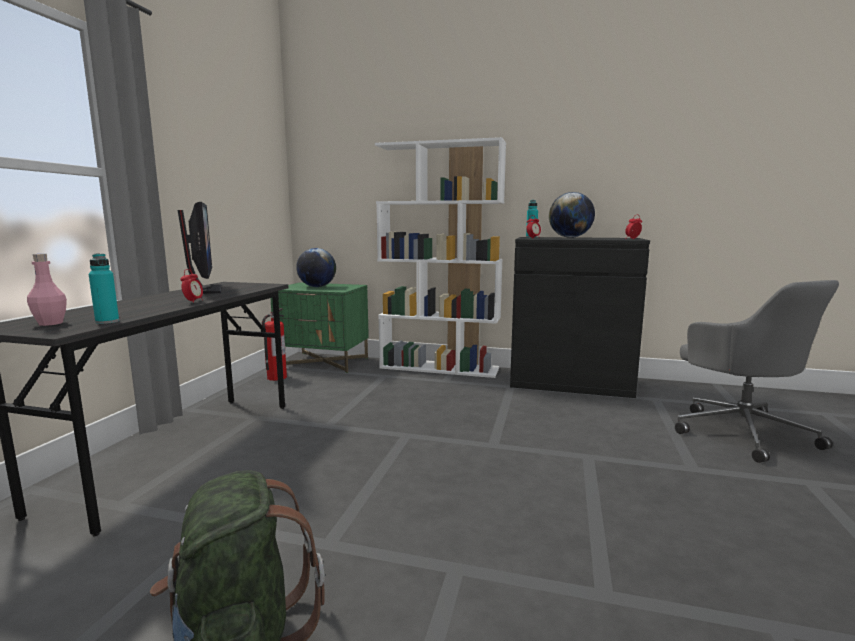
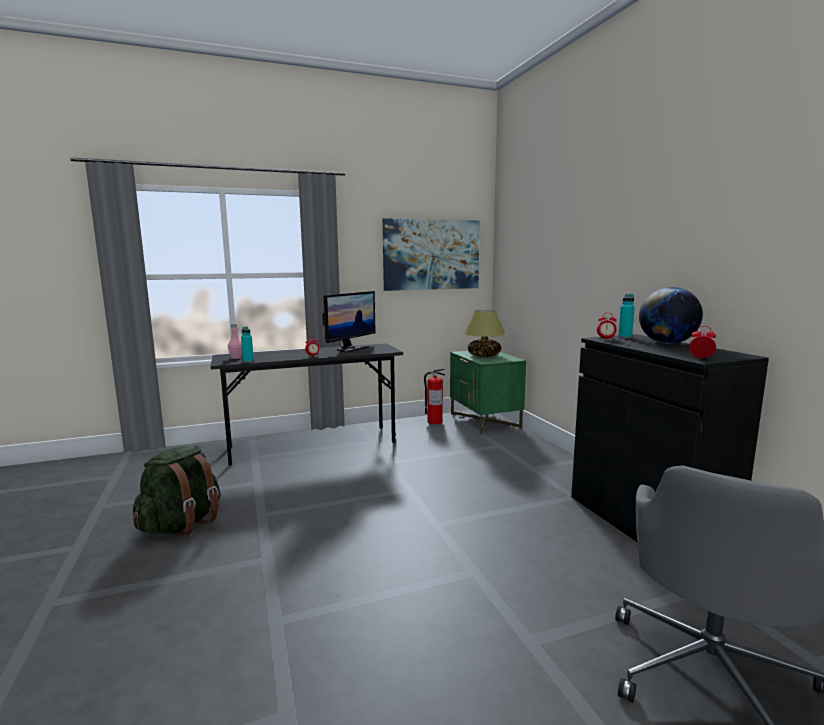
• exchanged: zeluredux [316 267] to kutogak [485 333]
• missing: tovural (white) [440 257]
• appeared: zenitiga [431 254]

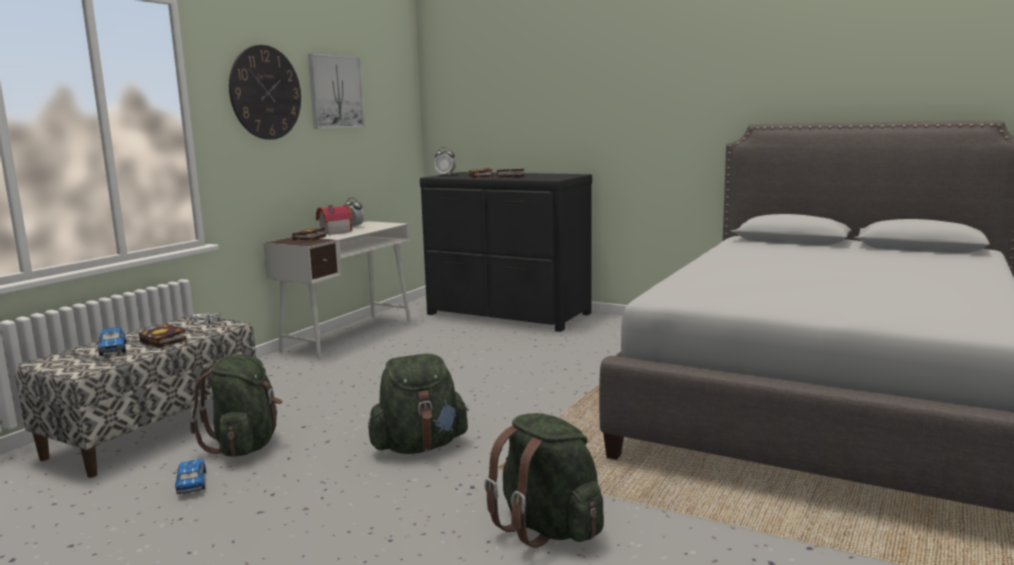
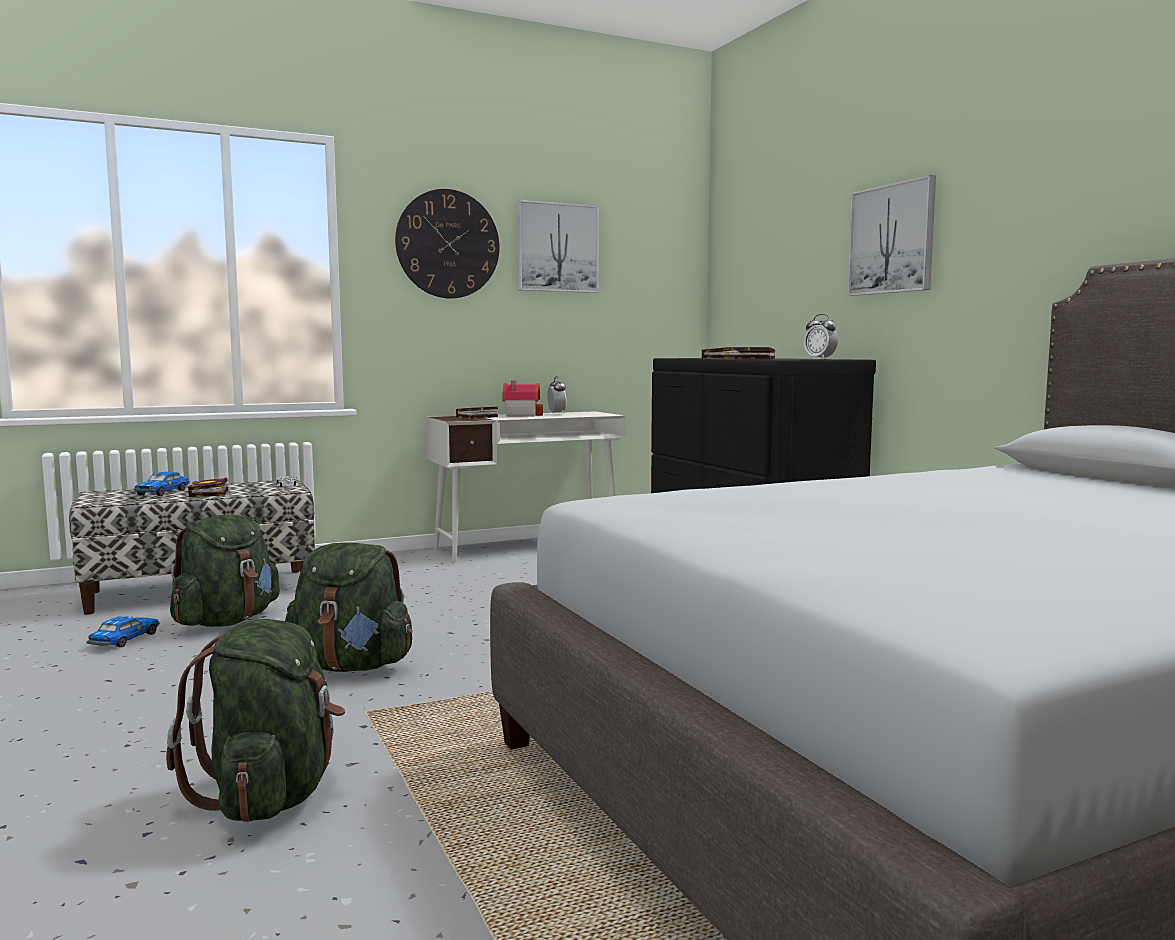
• relocated: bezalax [445 161] to [821 336]
• appeared: zenitiga [891 235]

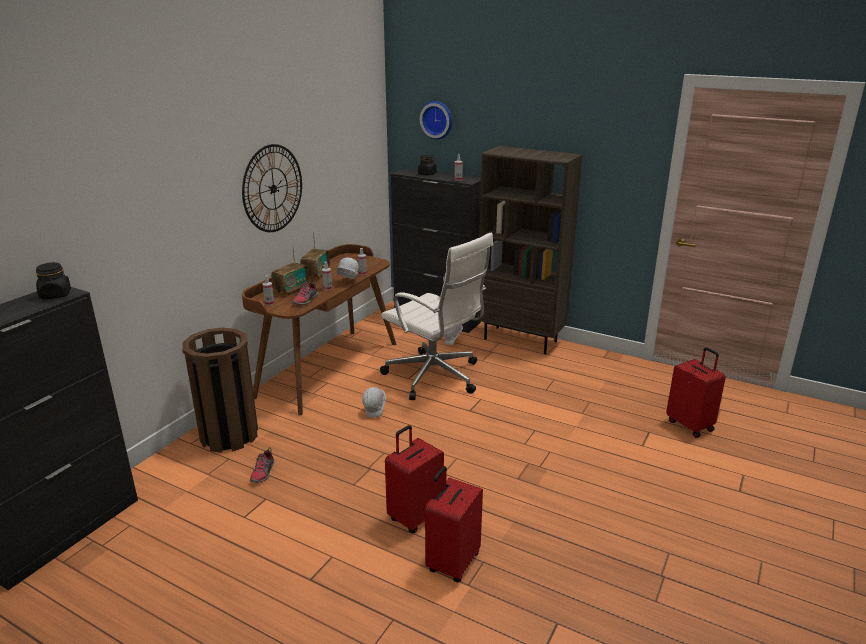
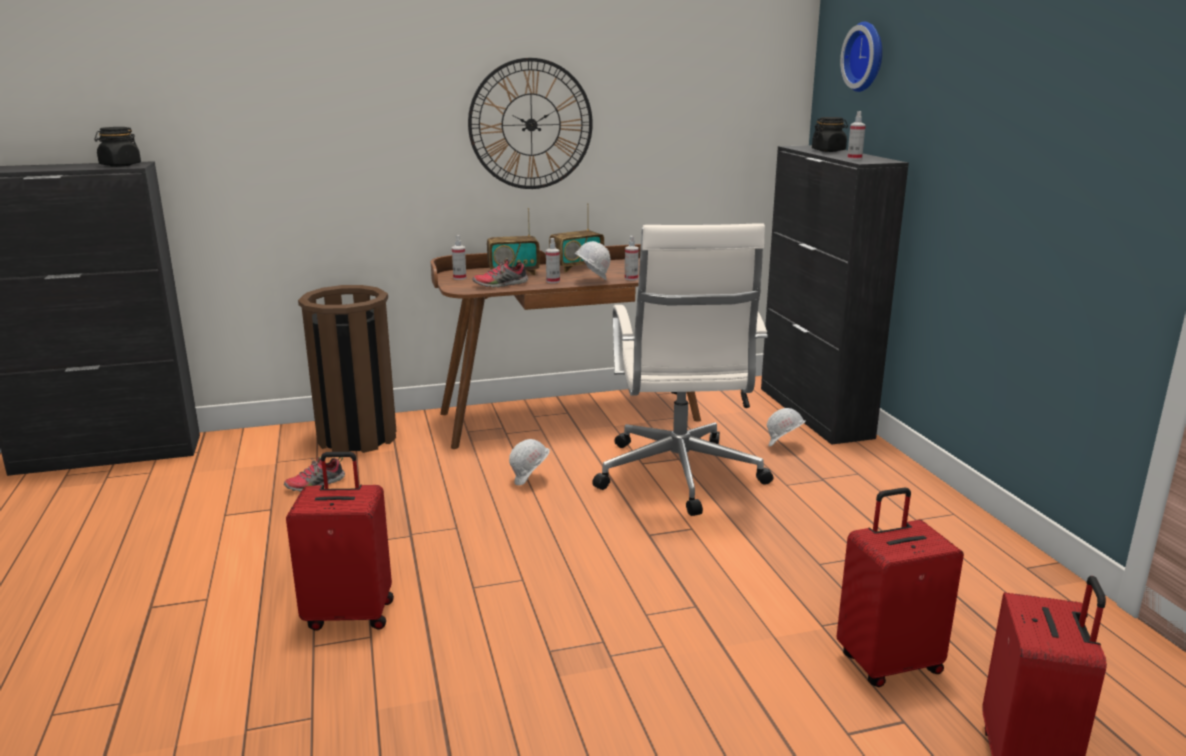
• relocated: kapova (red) [454 524] to [900 587]
• missing: tovural (brown) [530 250]

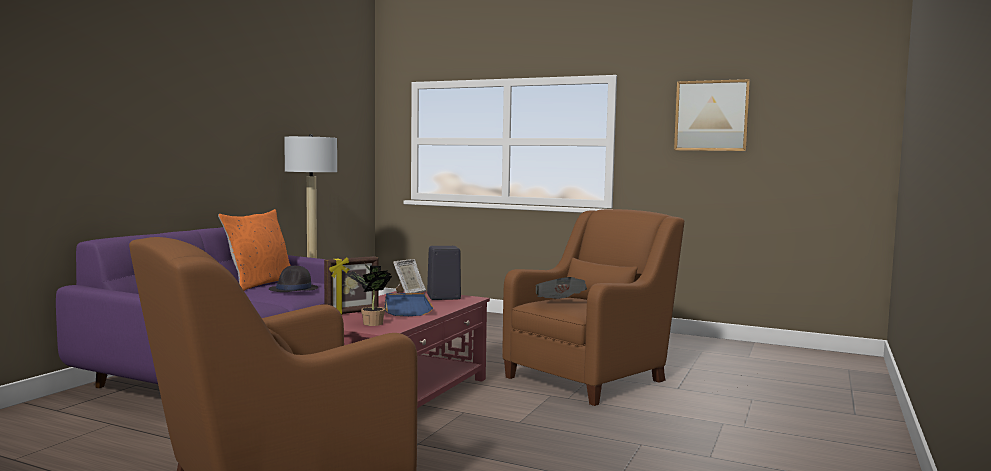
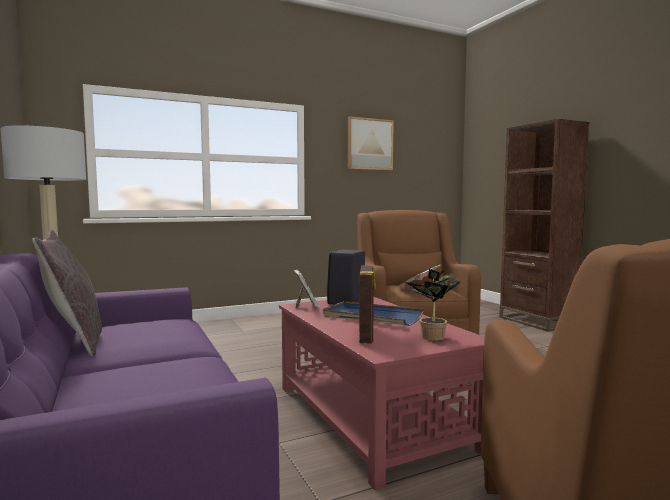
• colour: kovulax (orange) [254 250] to kovulax (grey) [67 293]
• missing: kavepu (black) [293 279]
• appeared: tovural (brown) [544 225]

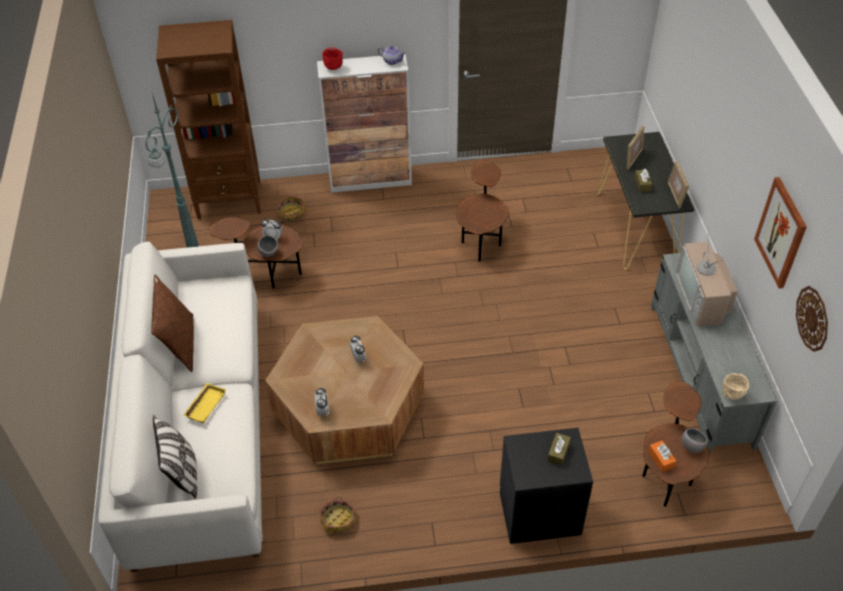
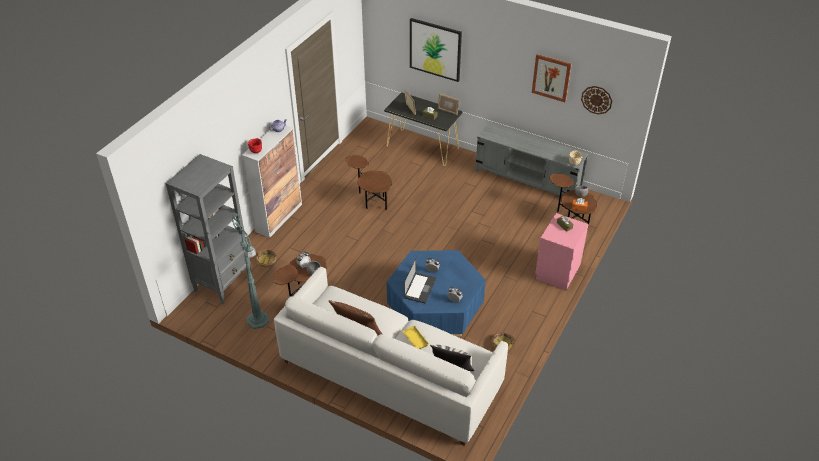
• colour: tovural (brown) [208 119] to tovural (grey) [208 229]
• colour: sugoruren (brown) [344 390] to sugoruren (blue) [436 293]
• colour: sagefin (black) [546 486] to sagefin (pink) [562 251]
• missing: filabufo [707 280]
• appeared: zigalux [420 280]
• appeared: zenitiga [436 50]

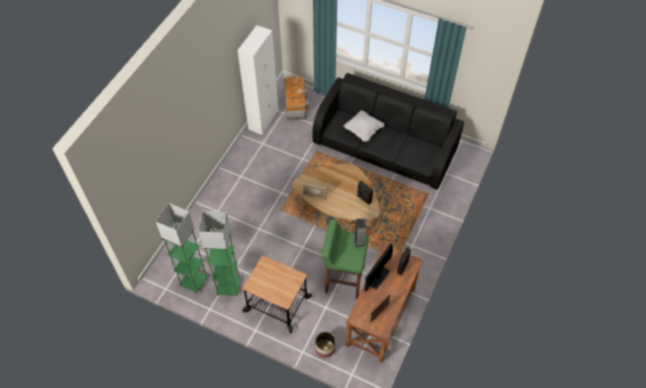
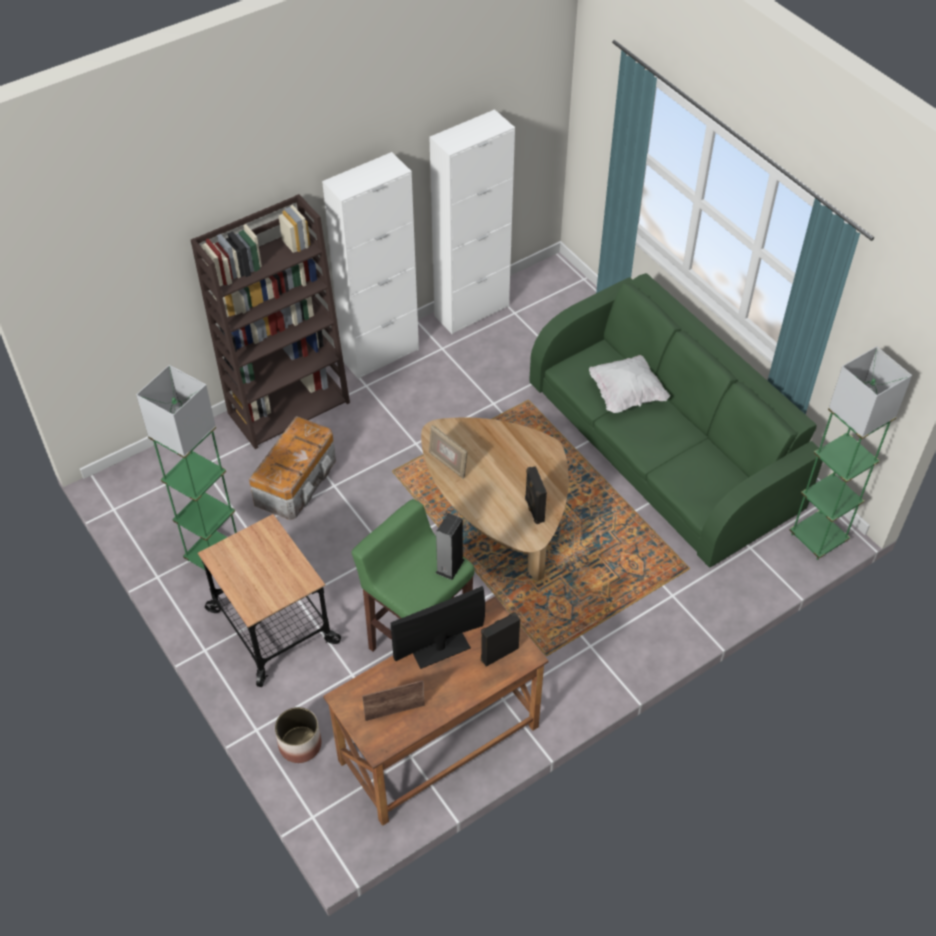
• relocated: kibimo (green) [181 248] to [850 453]
• relocated: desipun [296 98] to [292 468]
• colour: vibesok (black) [388 131] to vibesok (green) [676 420]
• appeared: tovural (brown) [270 321]
• appeared: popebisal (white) [370 265]

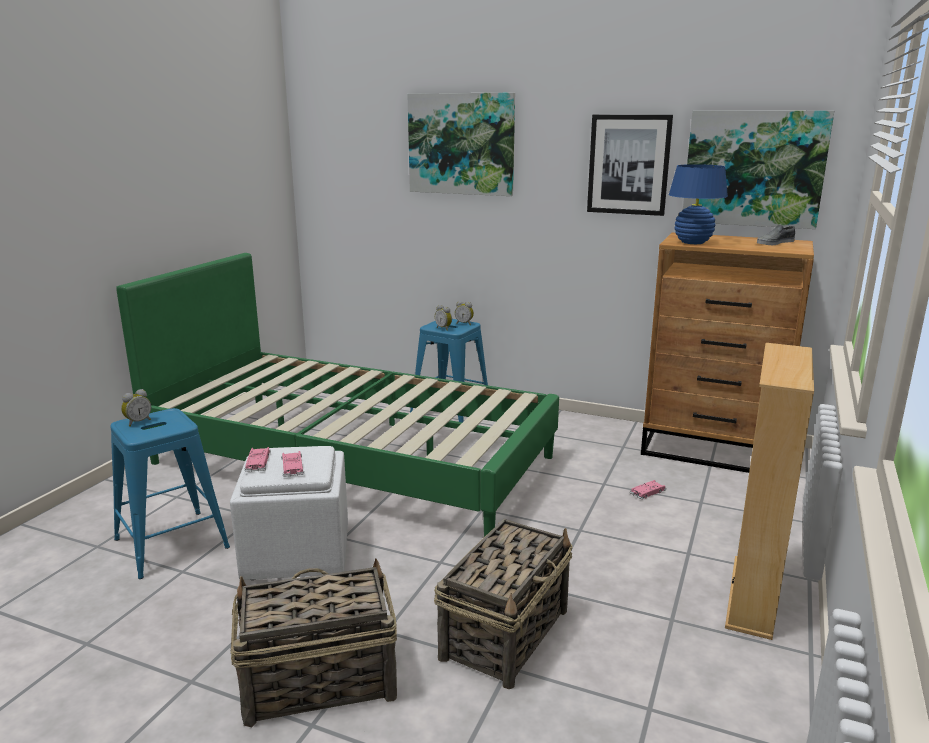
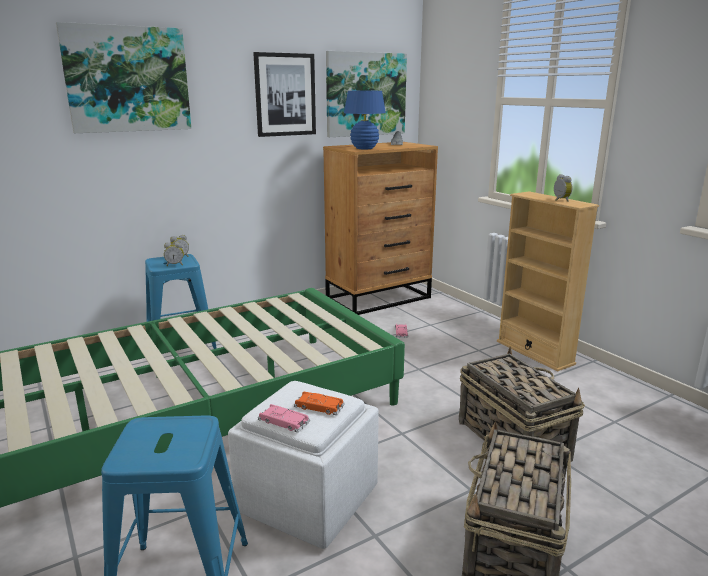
• relocated: bezalax [136 408] to [563 188]
• colour: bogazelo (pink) [292 464] to bogazelo (orange) [319 403]

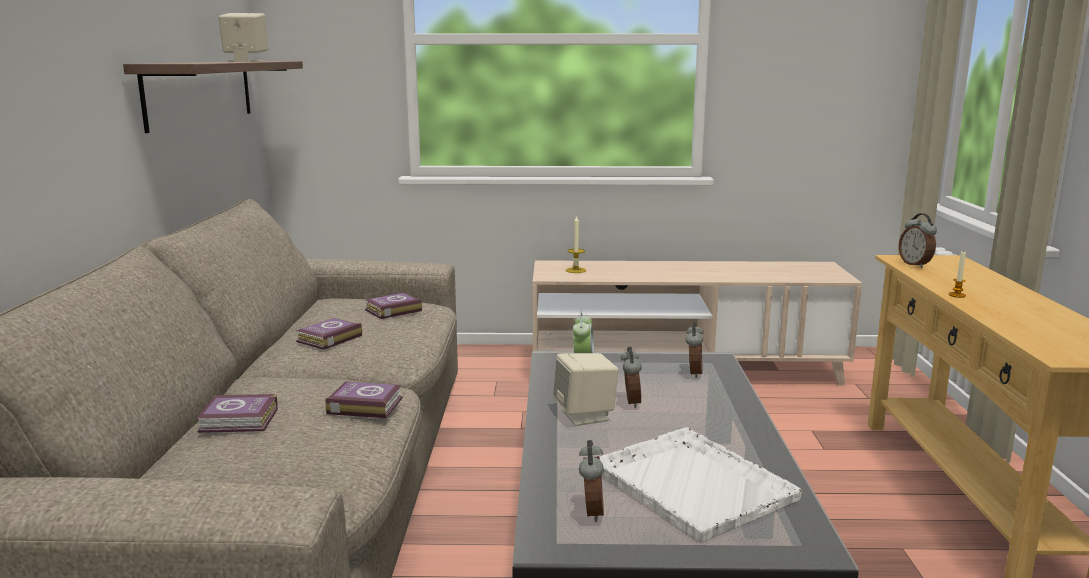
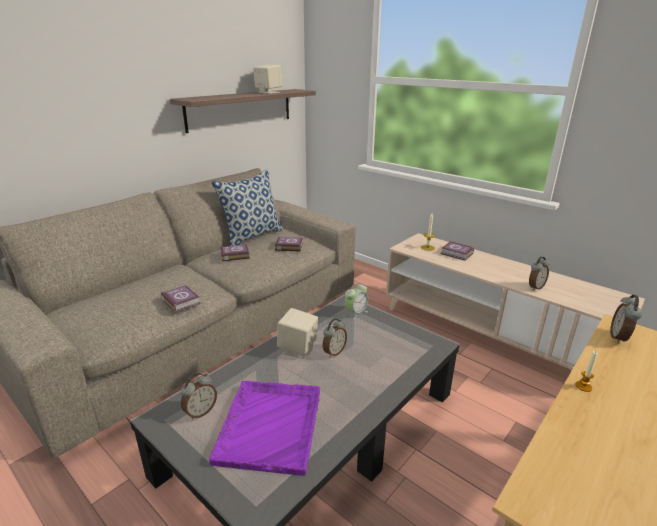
• relocated: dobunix [237 413] to [457 251]
• colour: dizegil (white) [700 484] to dizegil (purple) [264 428]
• relocated: bezalax [695 350] to [539 274]
• appeared: kovulax [247 207]

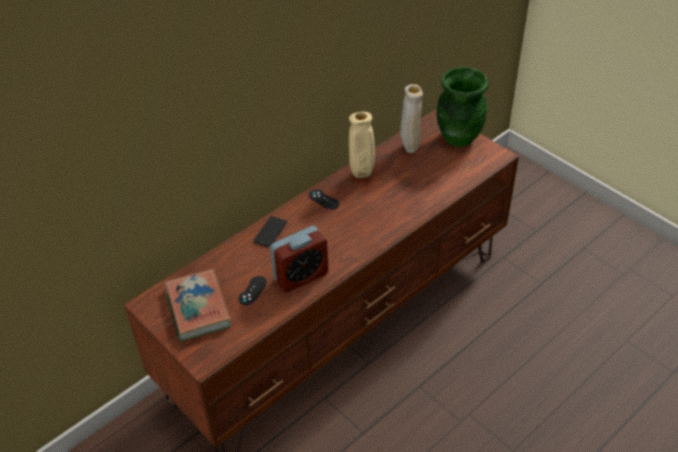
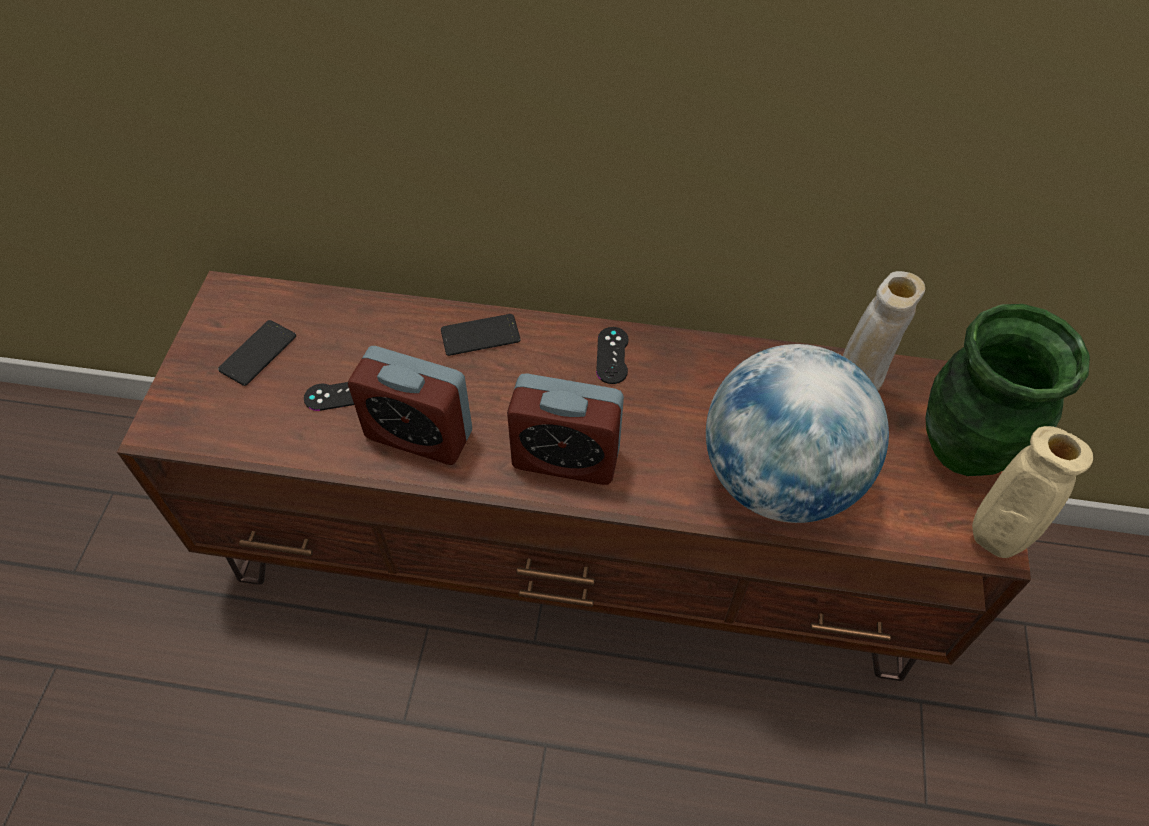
• exchanged: dobunix [197 305] to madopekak [257 353]
• relocated: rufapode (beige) [362 145] to [1032 492]
• appeared: bezalax [565 429]
• appeared: zeluredux [797 433]

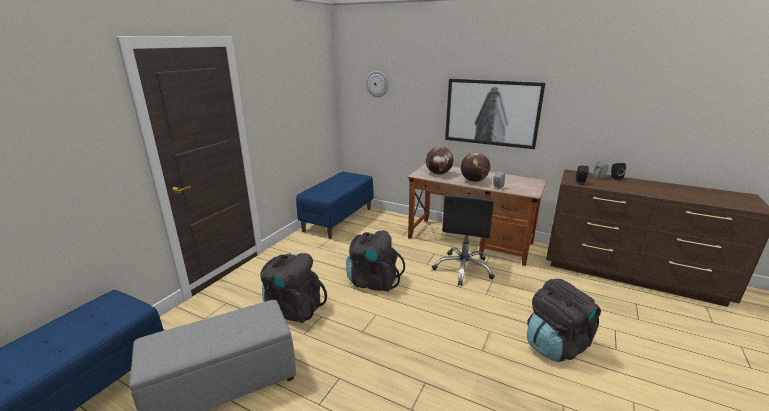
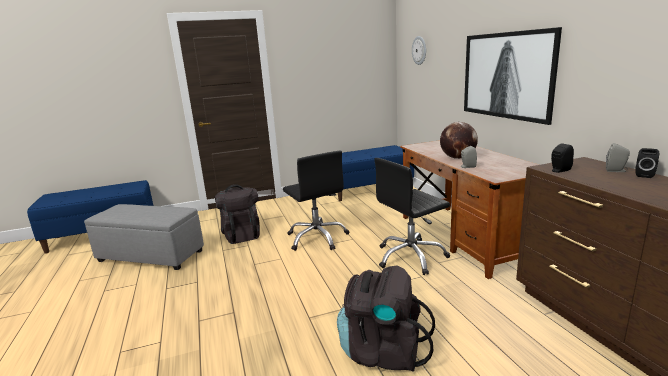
• exchanged: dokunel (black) [375 261] to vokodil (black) [316 201]
• missing: zeluredux [440 160]

